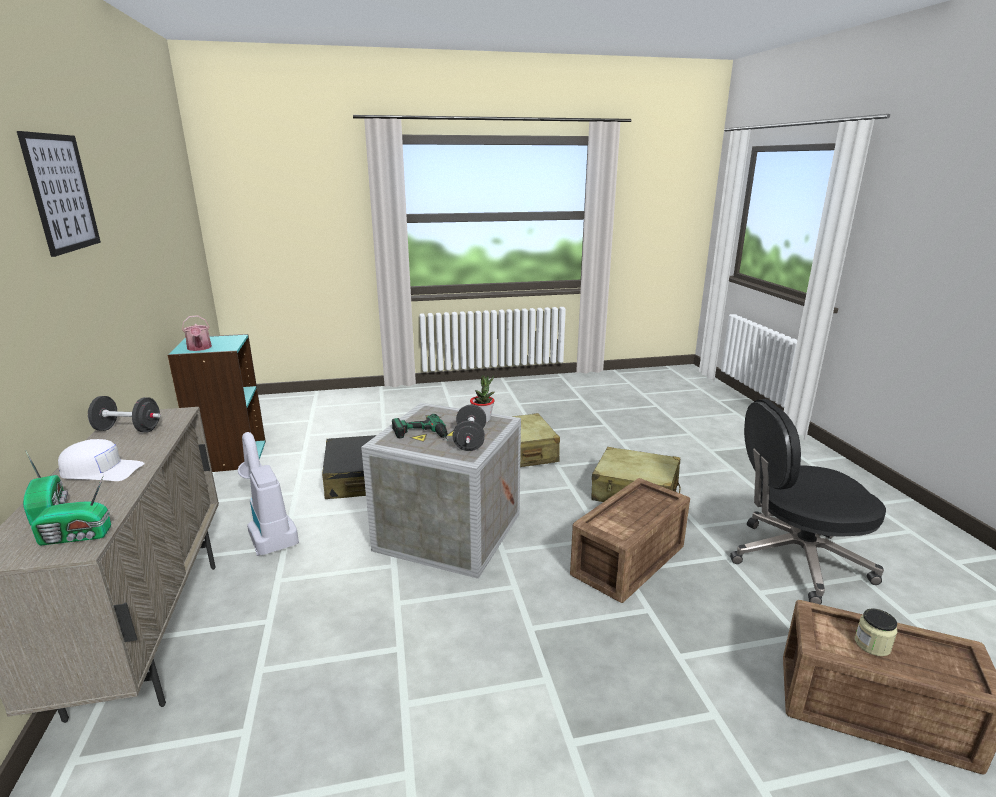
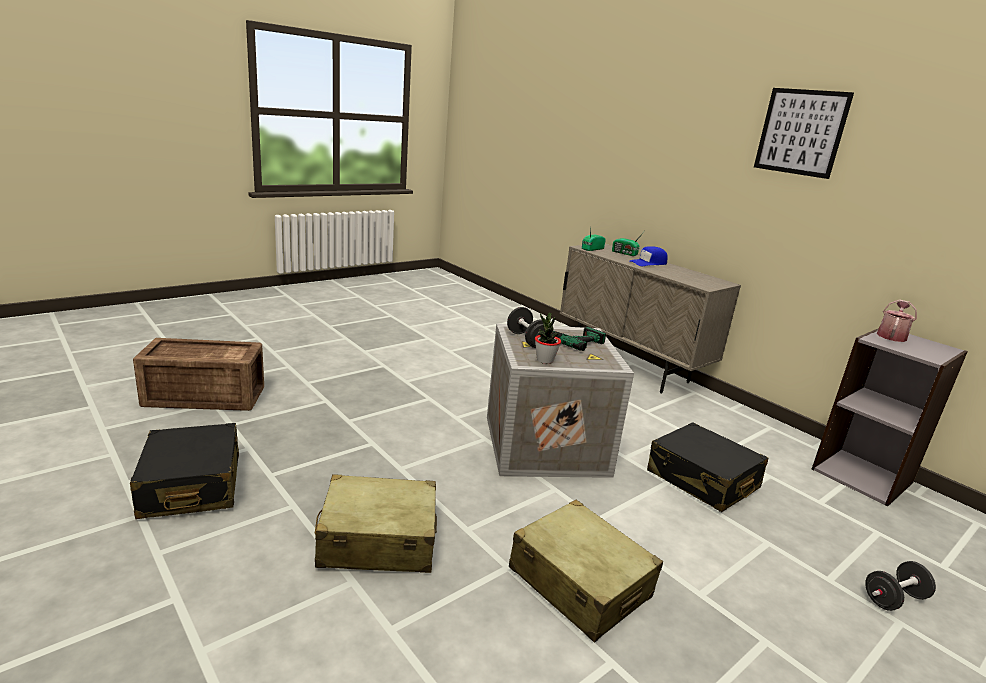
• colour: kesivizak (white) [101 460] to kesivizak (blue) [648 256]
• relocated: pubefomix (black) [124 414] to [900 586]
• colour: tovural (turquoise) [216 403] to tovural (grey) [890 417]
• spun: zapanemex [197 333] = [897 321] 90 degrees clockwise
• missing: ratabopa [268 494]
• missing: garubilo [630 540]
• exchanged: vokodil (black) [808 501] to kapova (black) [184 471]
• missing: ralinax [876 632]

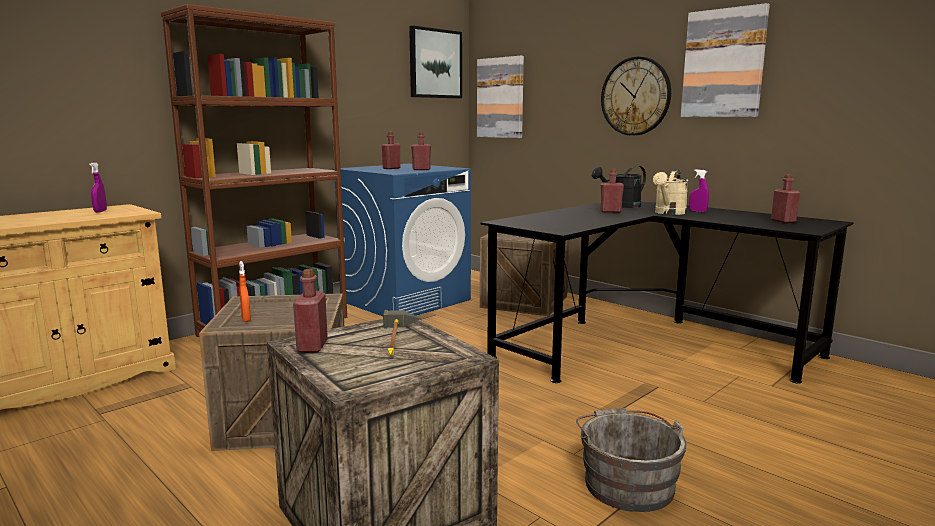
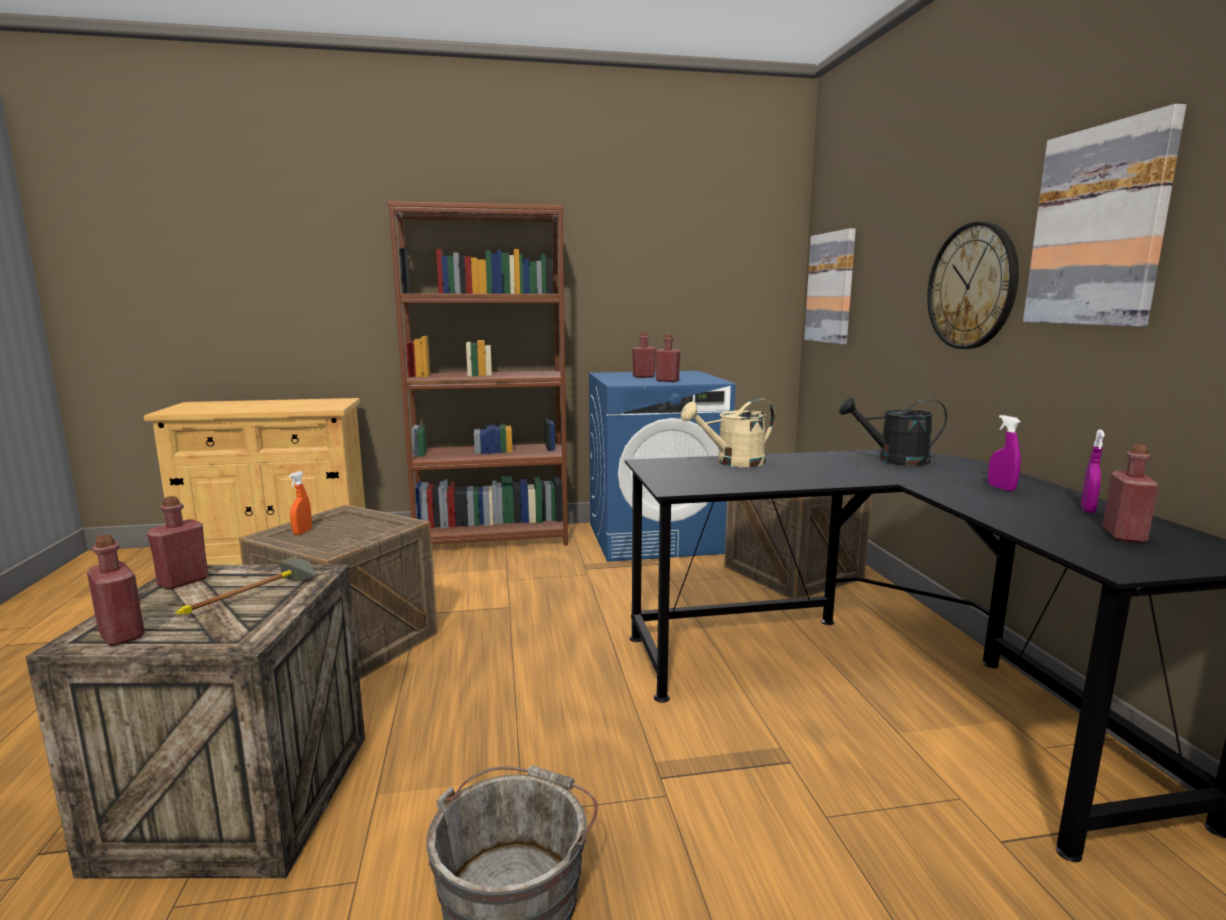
• relocated: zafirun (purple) [98 187] to [1093 471]
• missing: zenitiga [435 62]
• relocated: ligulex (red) [612 191] to [116 590]
• relocated: zapanemex (beige) [670 192] to [728 432]

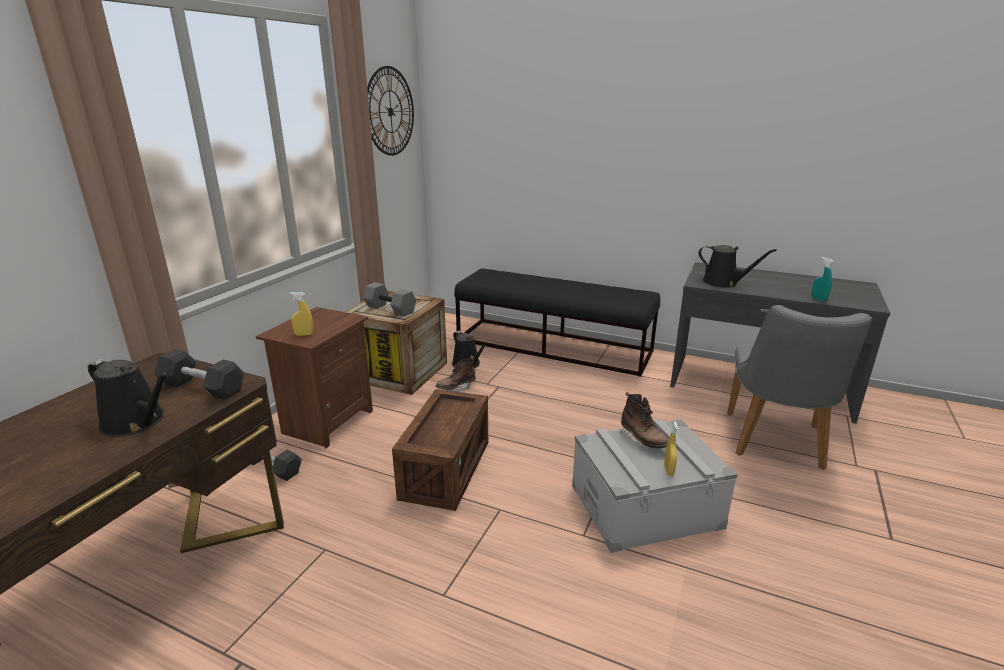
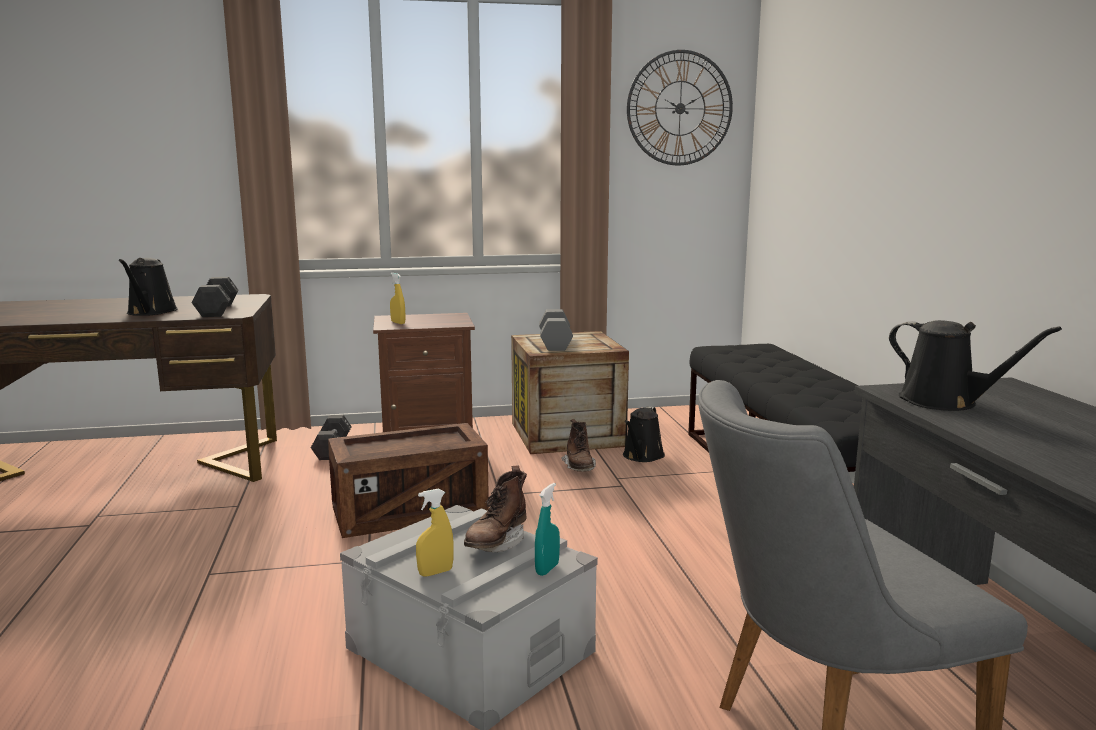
• spun: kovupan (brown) [456 374] = [579 445] 120 degrees counterclockwise
• spun: zapanemex (black) [737 266] = [975 365] 45 degrees counterclockwise
• relocated: zafirun (turquoise) [822 279] to [547 529]

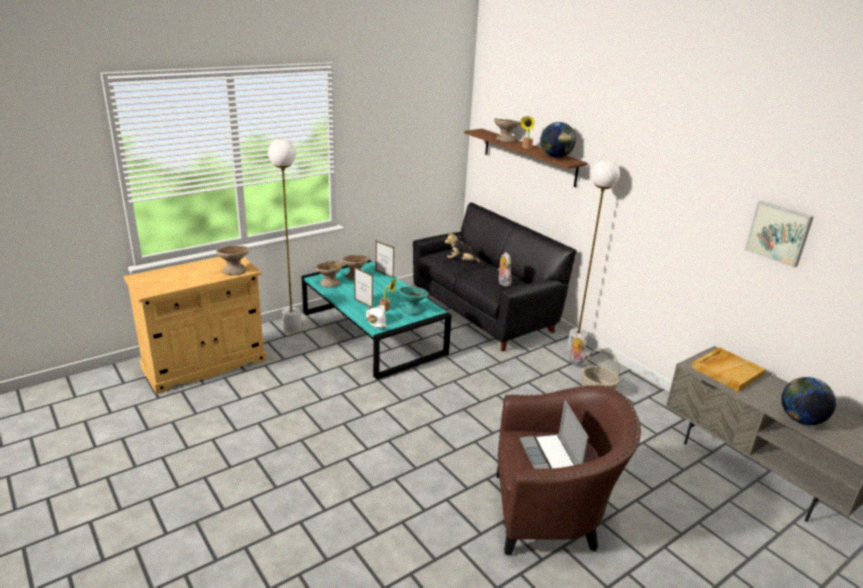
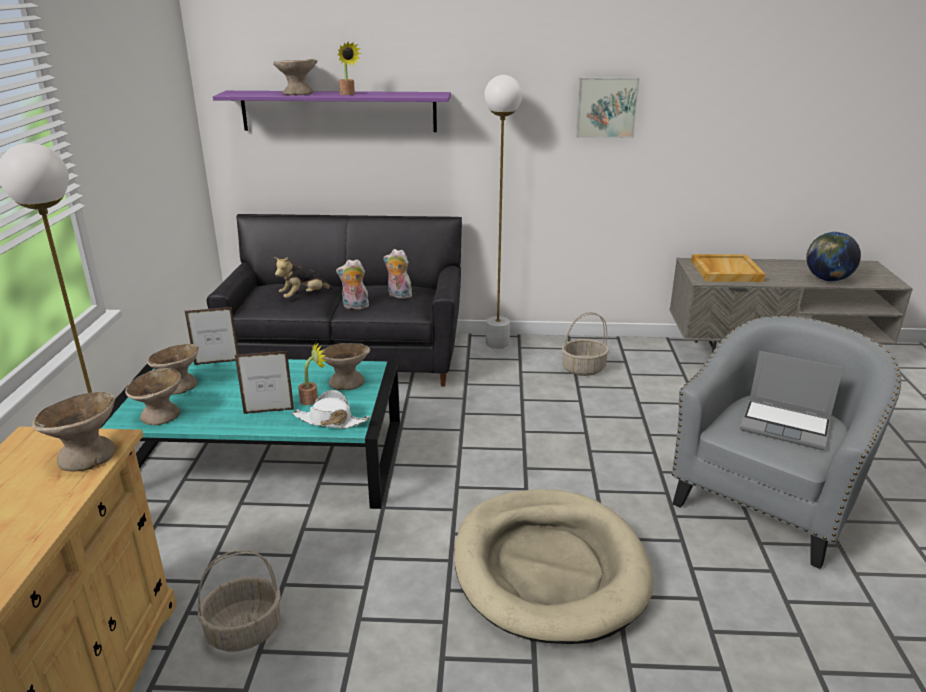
• colour: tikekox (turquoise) [414 301] to tikekox (beige) [345 366]
• colour: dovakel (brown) [526 158] to dovakel (purple) [332 111]
• colour: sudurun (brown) [568 470] to sudurun (grey) [786 442]
• missing: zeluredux [558 140]
• relocated: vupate [577 350] to [352 284]
• relocated: zenitiga [779 234] to [608 107]
• appeared: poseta [239 601]
• appeared: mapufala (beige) [553 566]

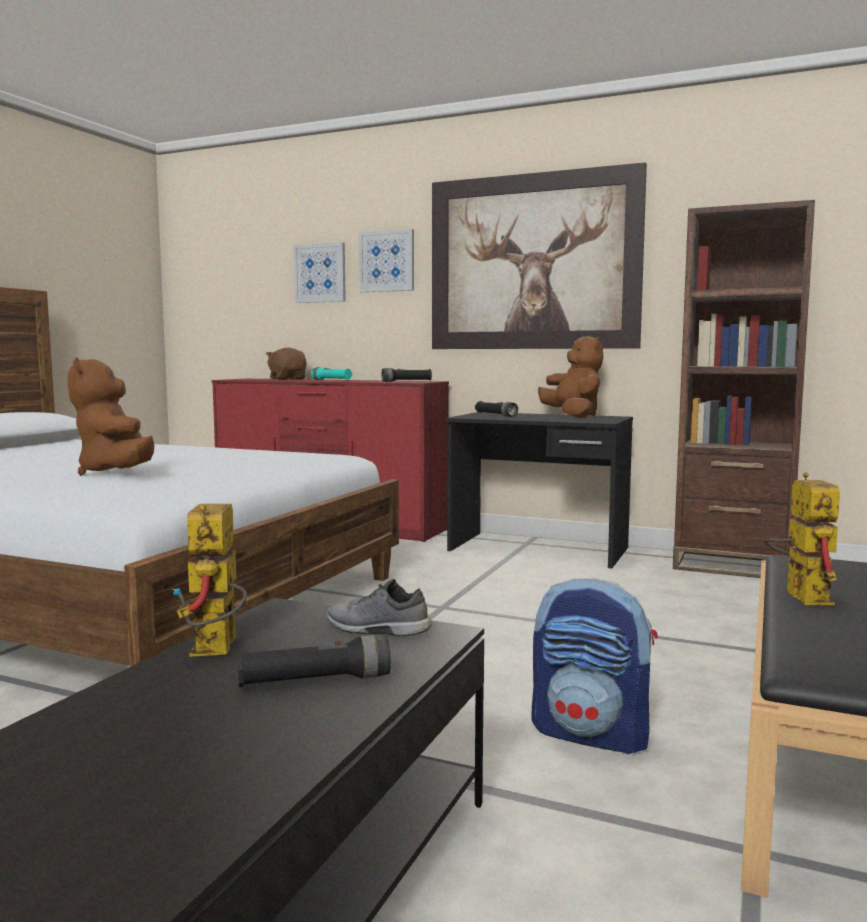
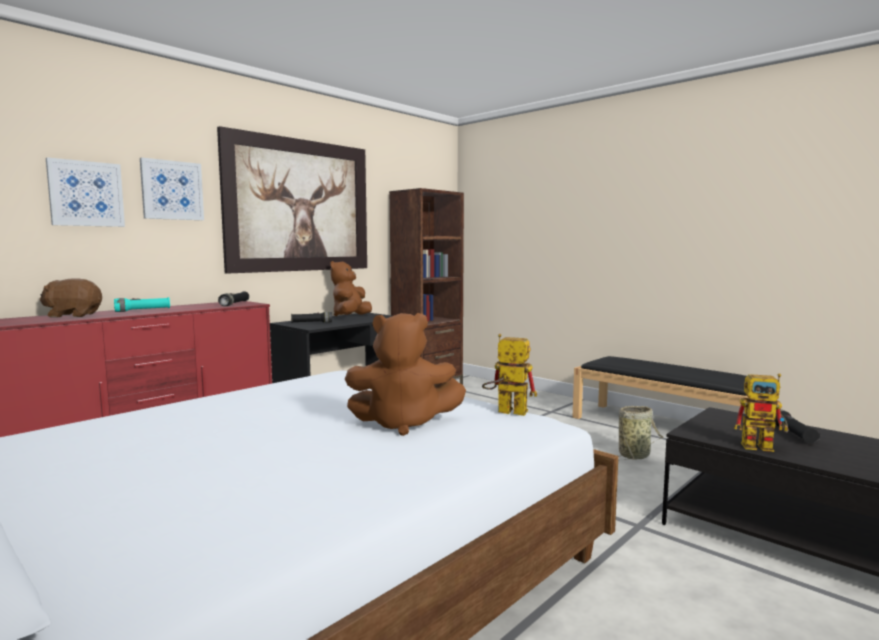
• missing: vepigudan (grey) [379 607]
• exchanged: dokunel [594 666] to poseta [640 433]
• spun: vupate (brown) [570 376] = [351 288] 75 degrees counterclockwise
• relocated: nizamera [802 538] to [509 375]

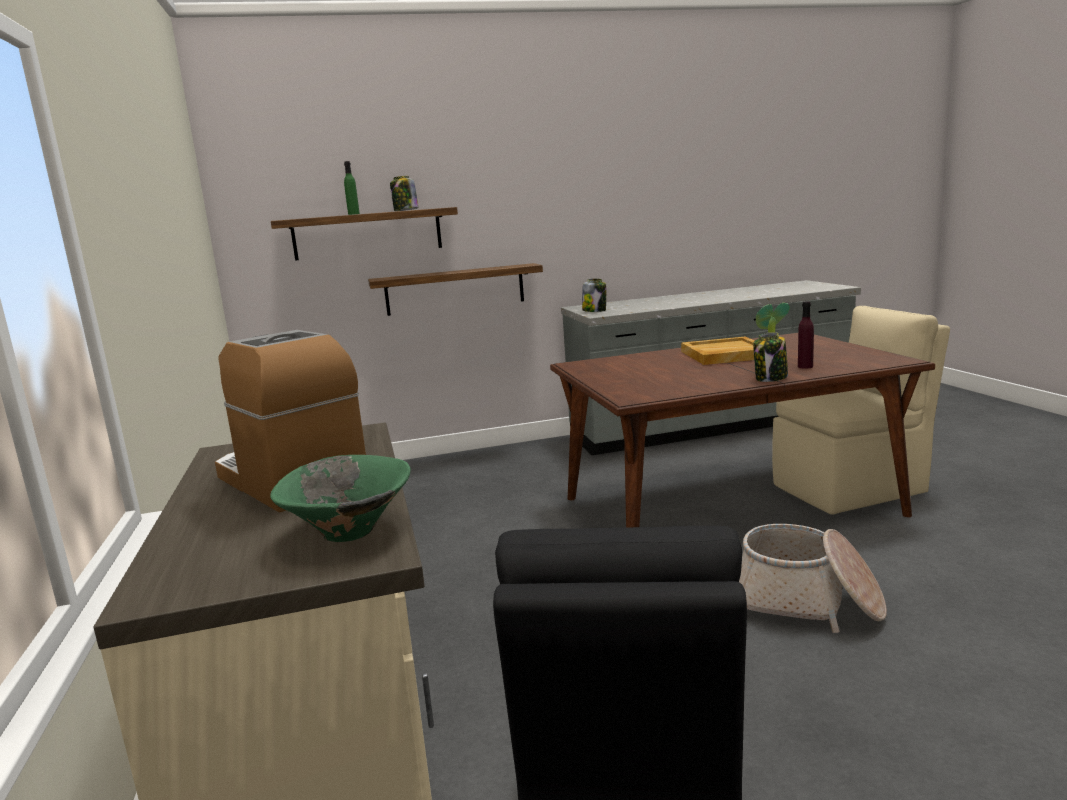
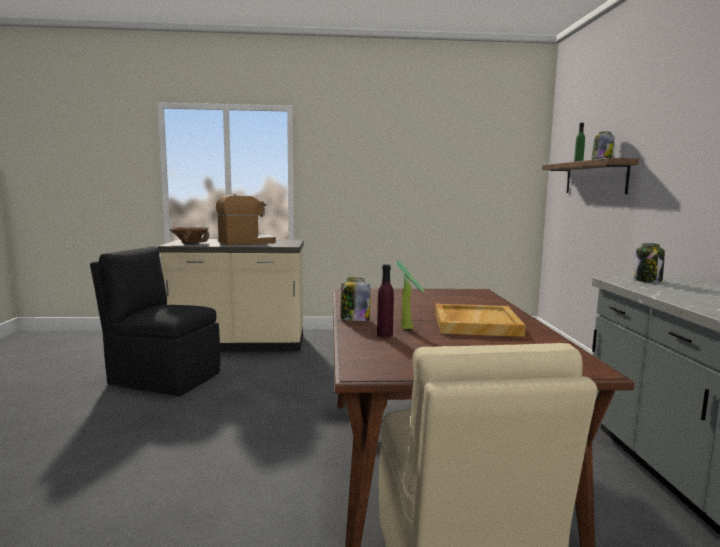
• colour: tikekox (green) [340 498] to tikekox (brown) [189 235]
• missing: dovakel [455 289]
• missing: poseta [813 578]

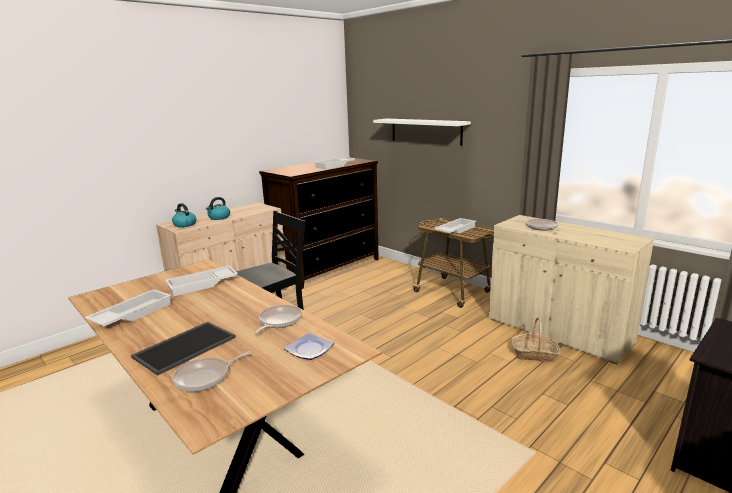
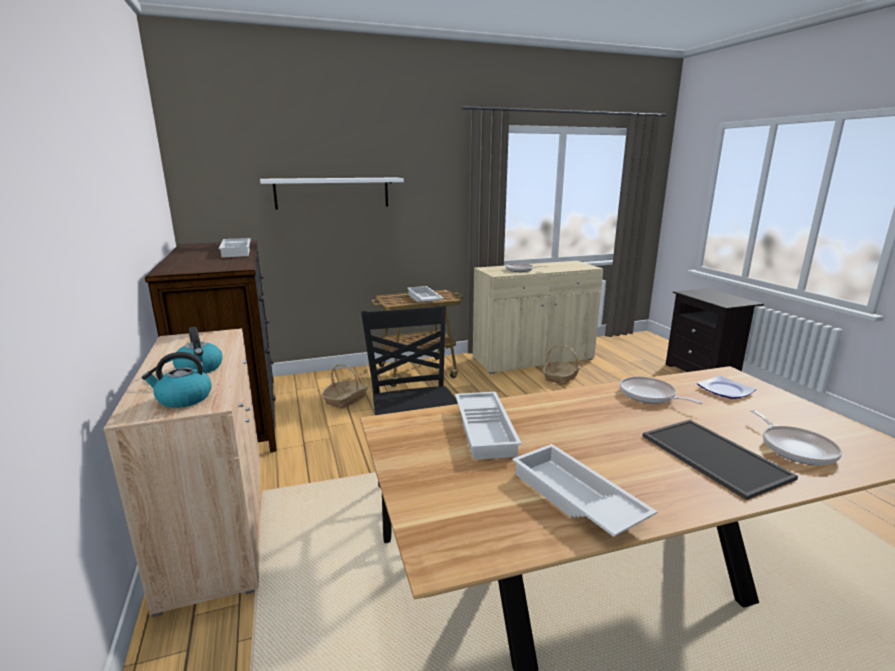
• appeared: poseta [345 386]

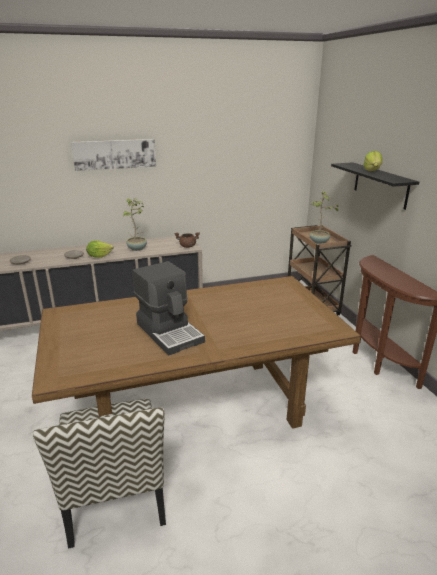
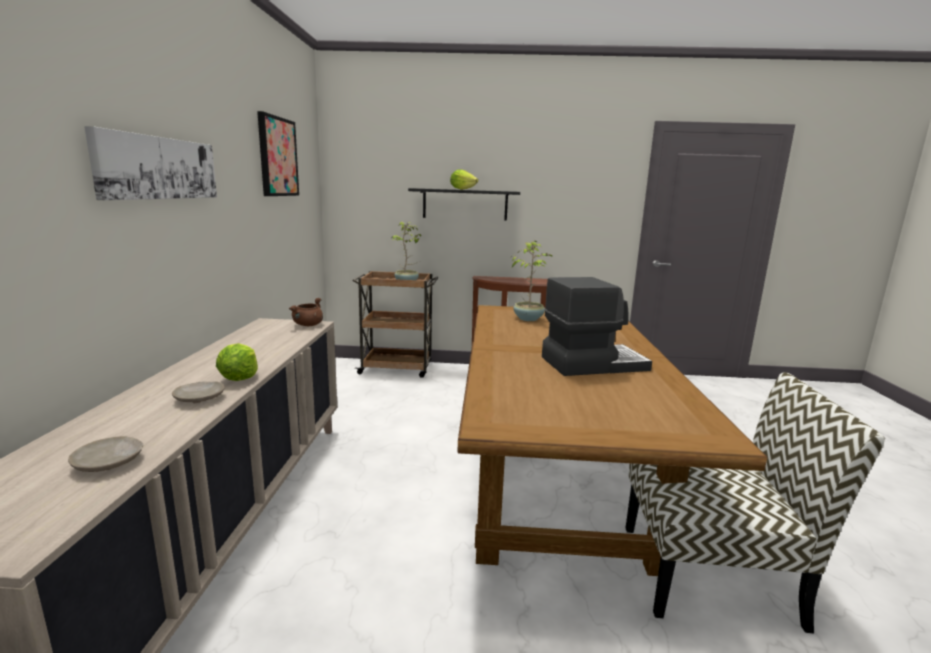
• relocated: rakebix [135 224] to [531 280]
• appeared: zenitiga [278 153]

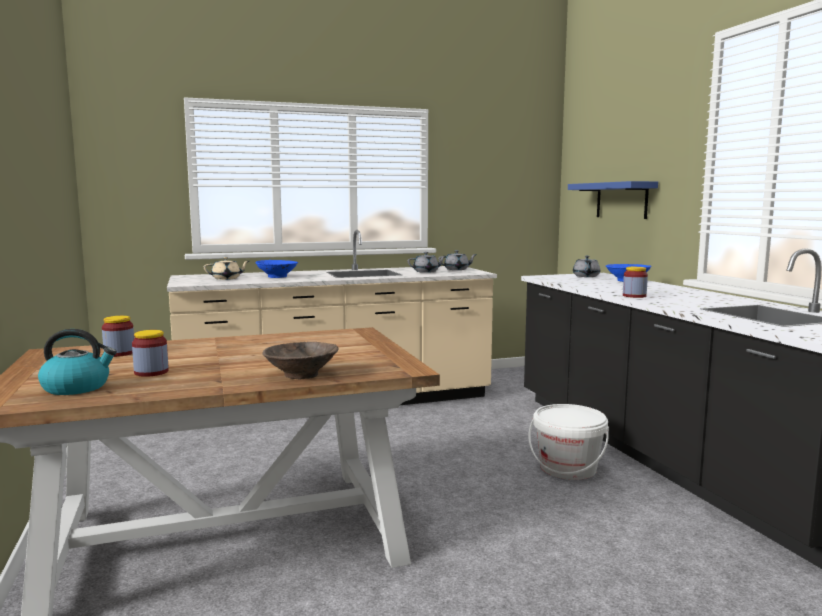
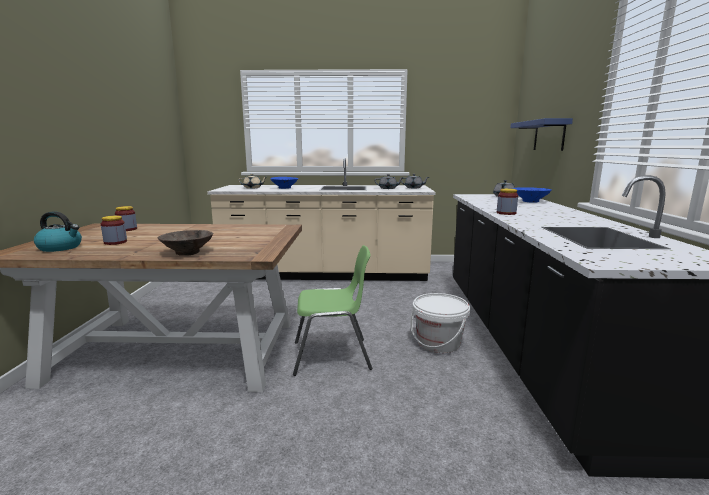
• appeared: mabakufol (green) [332 310]

